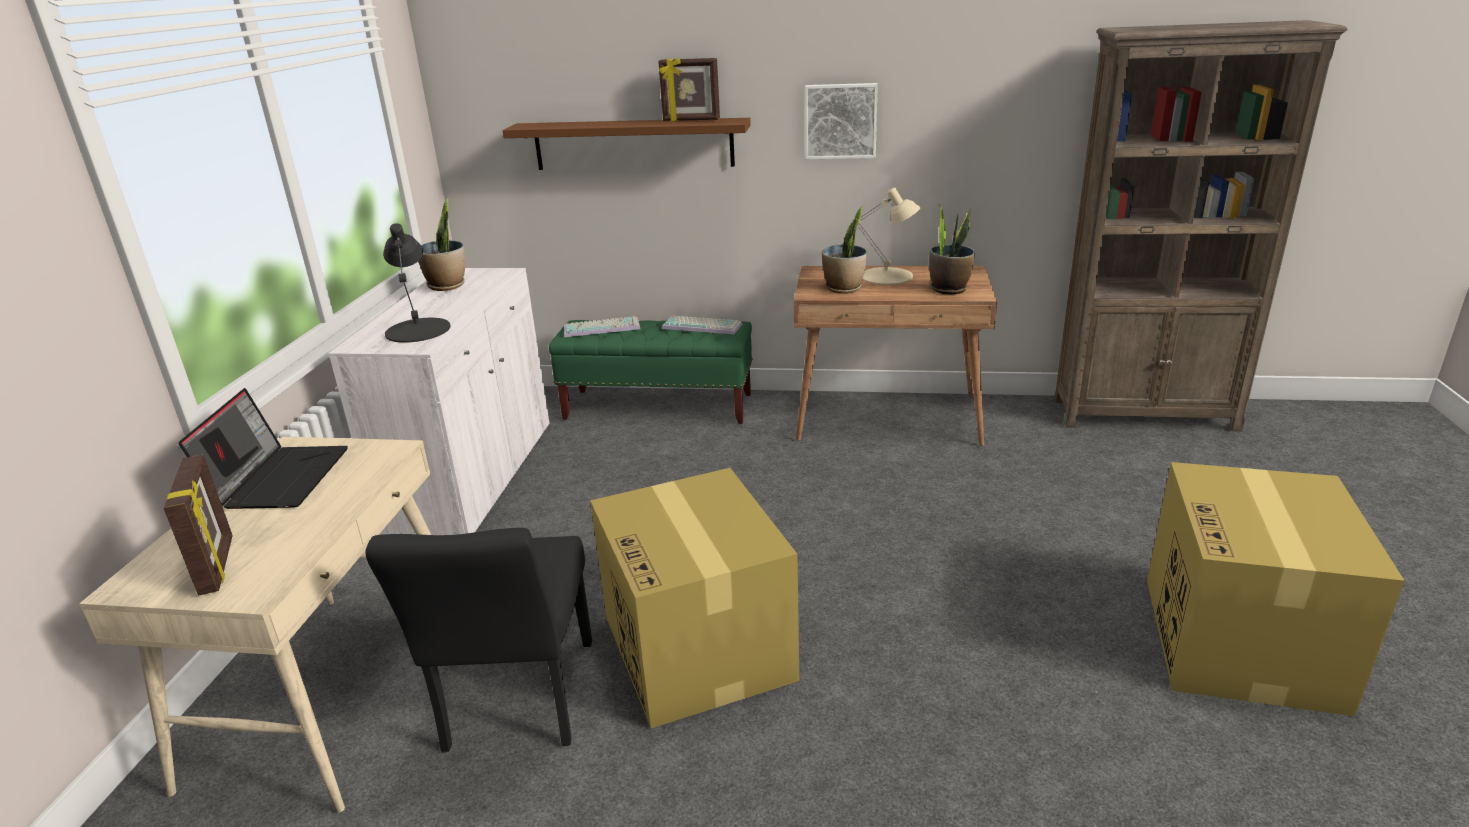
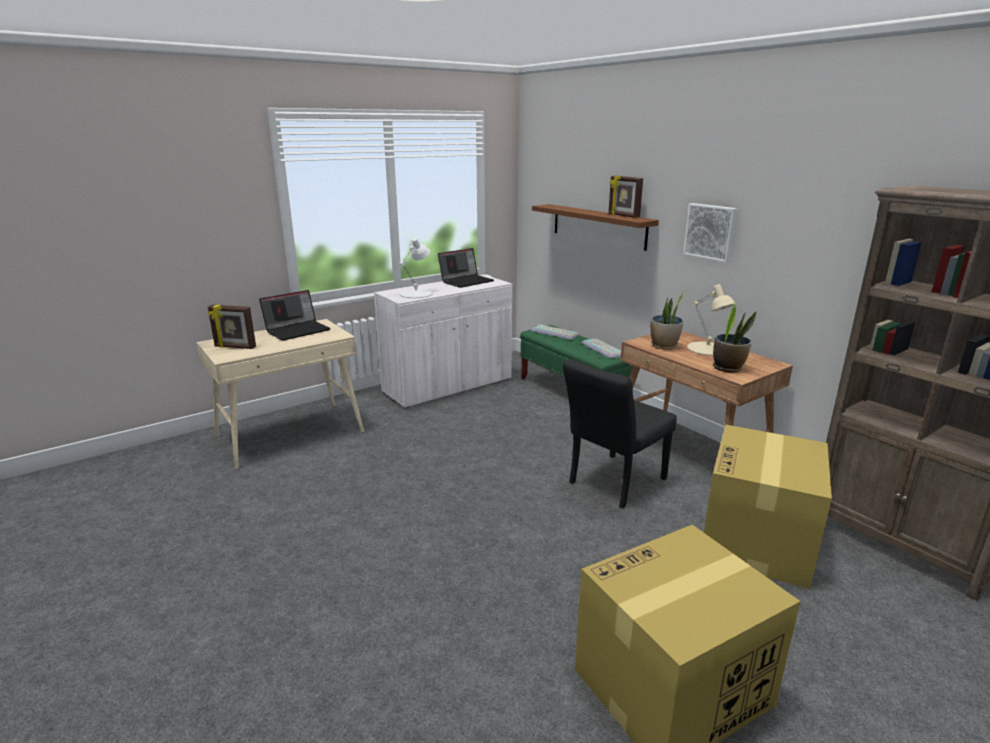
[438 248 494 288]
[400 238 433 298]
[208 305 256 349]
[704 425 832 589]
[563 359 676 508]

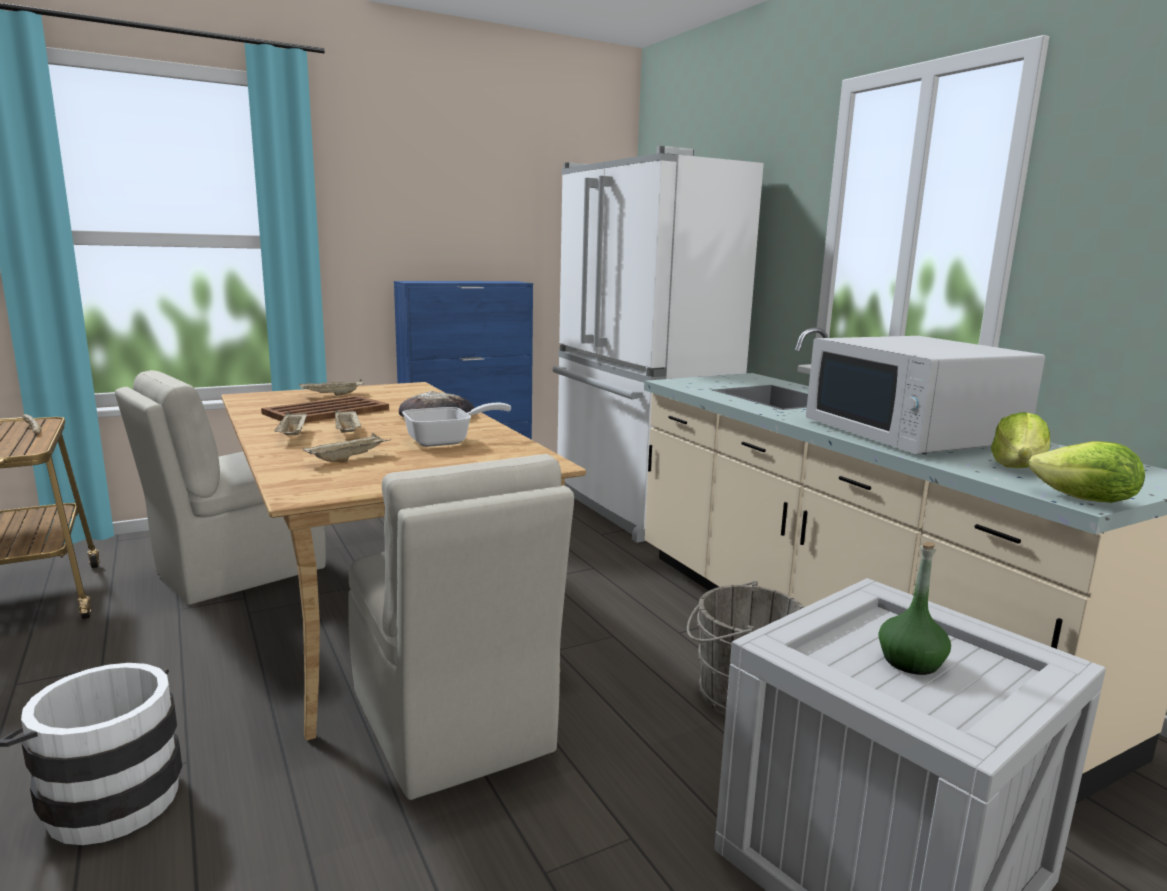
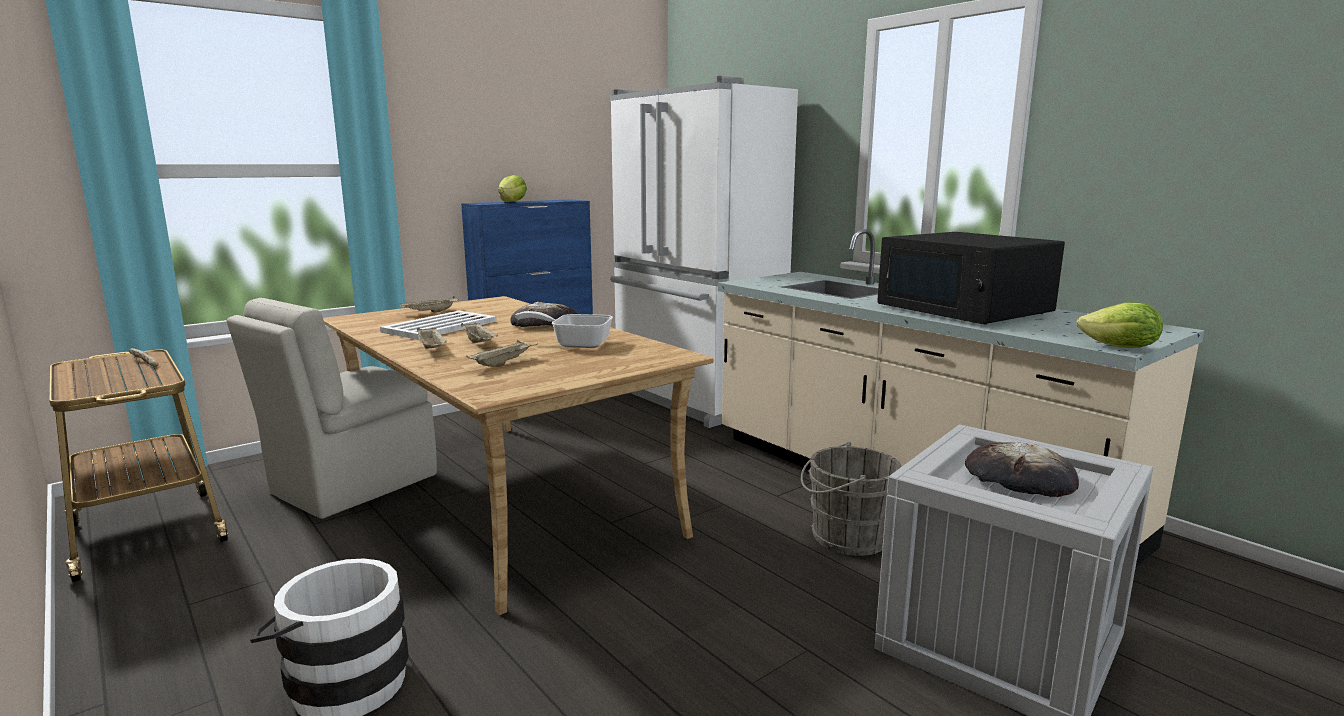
[877 232 1065 325]
[380 311 497 340]
[515 311 613 348]
[498 175 527 202]
[348 454 574 800] (first image)
[965 442 1079 497]

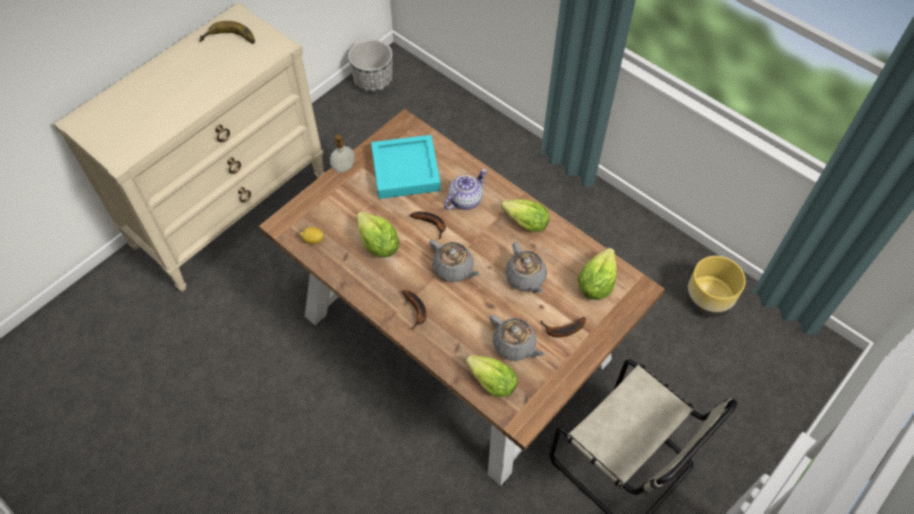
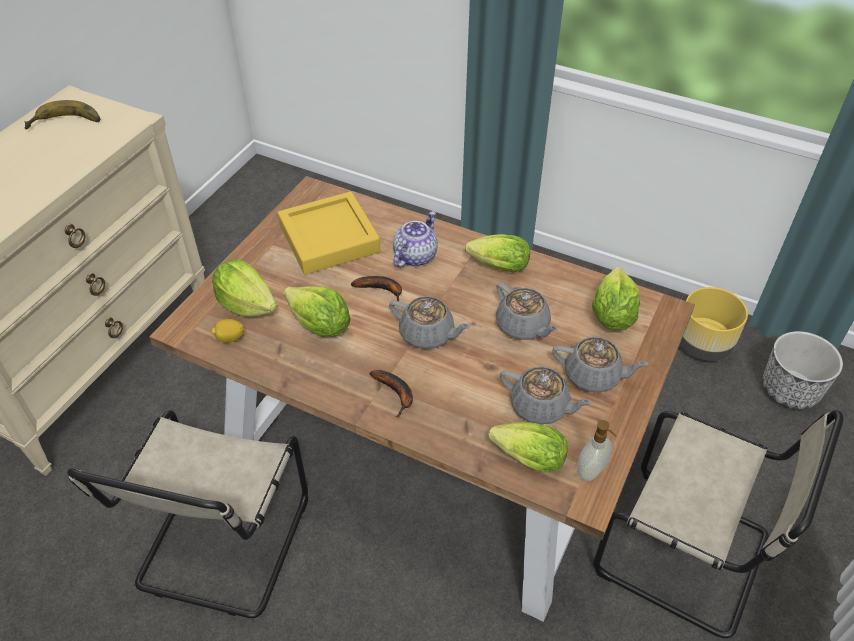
[762 331 843 409]
[577 420 617 481]
[278 192 380 275]
[552 337 649 393]
[212 259 277 317]
[67 410 308 618]

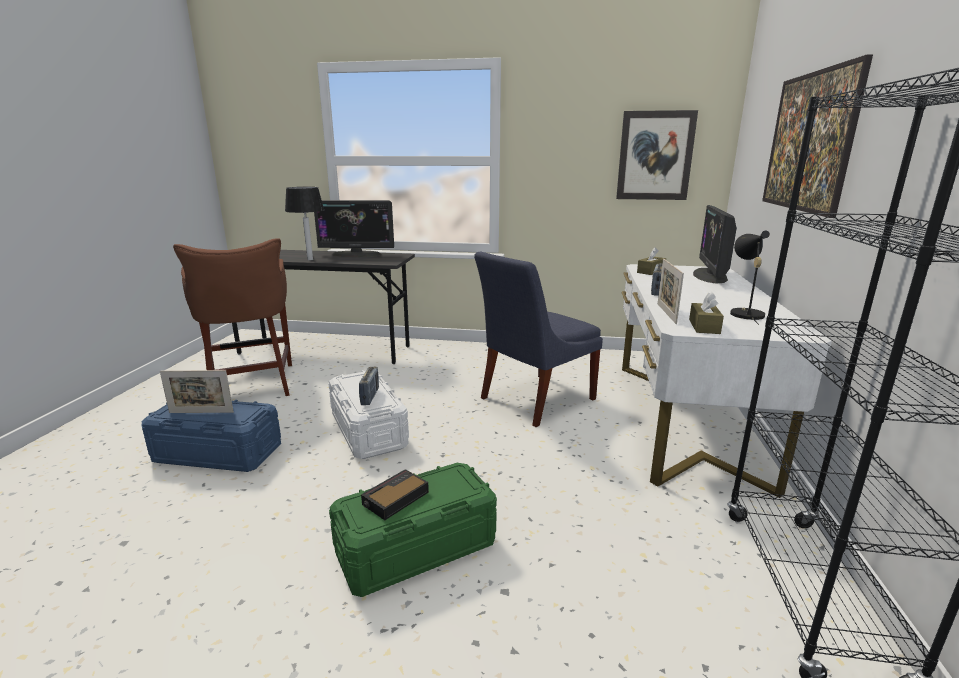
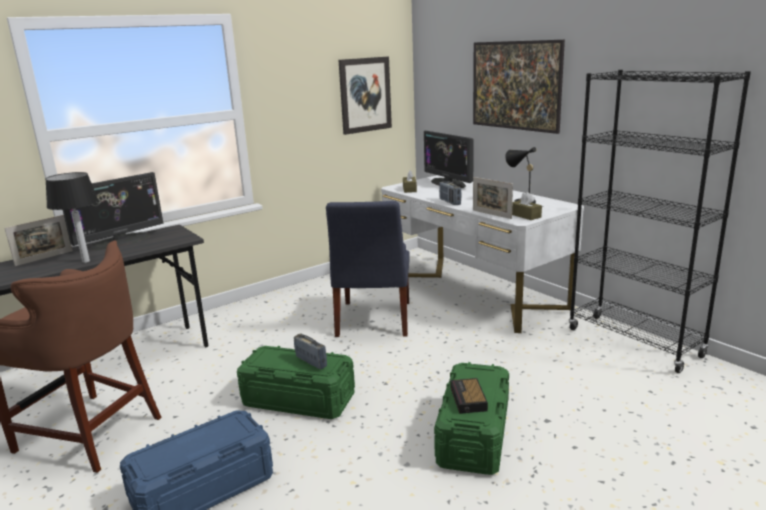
[5 215 73 266]
[237 346 355 419]

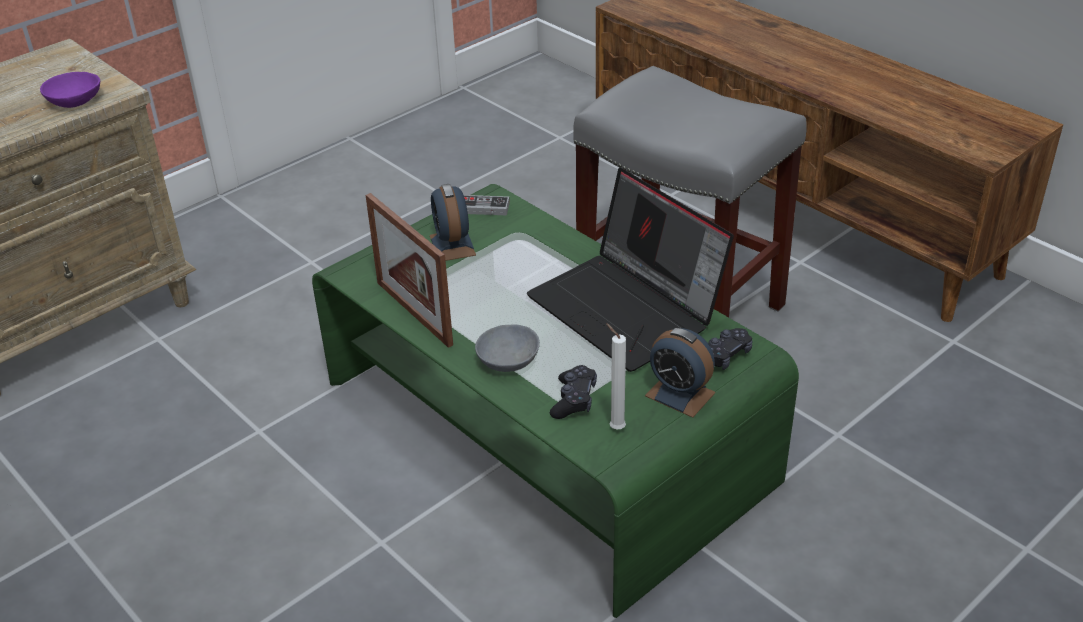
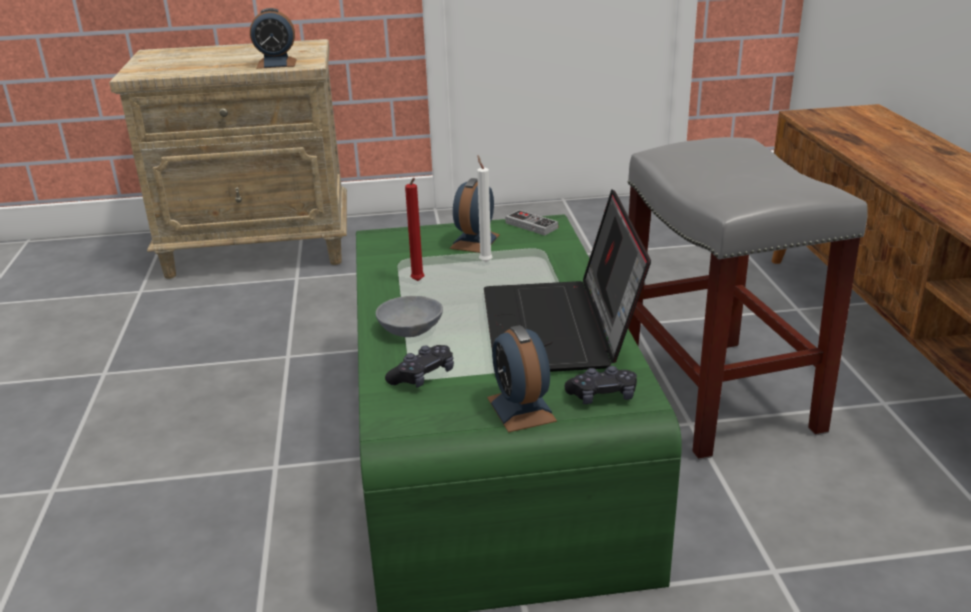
[250 8 297 69]
[365 193 453 348] (first image)
[477 155 493 262]
[405 178 424 281]

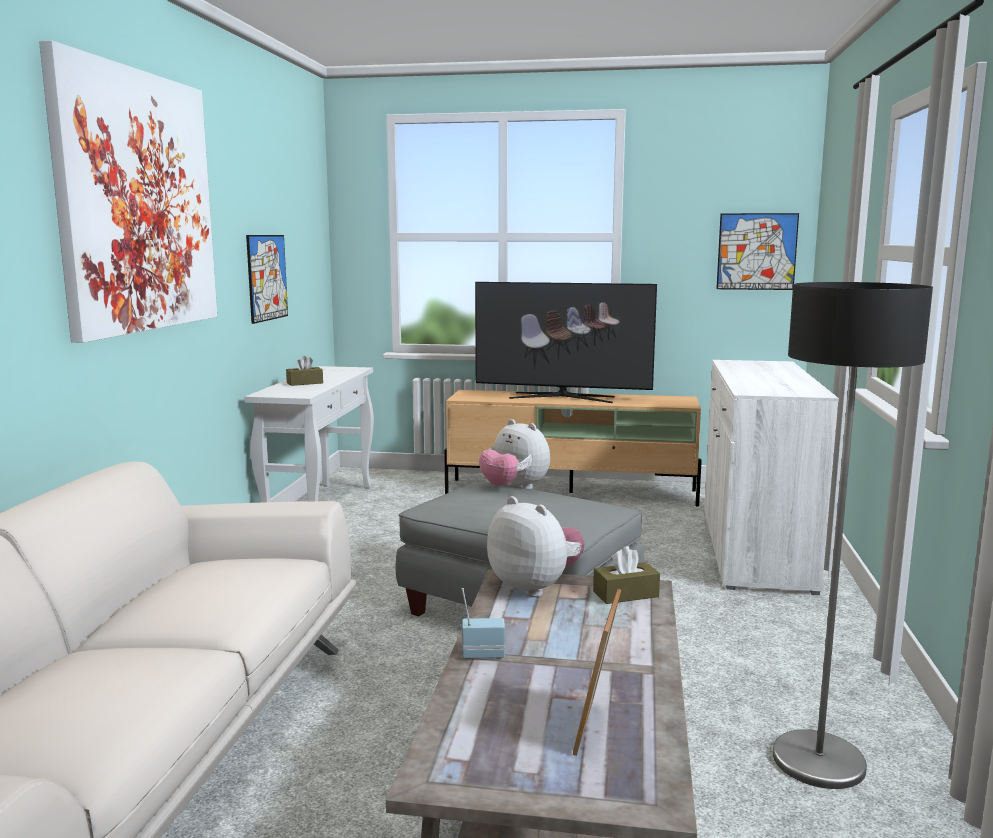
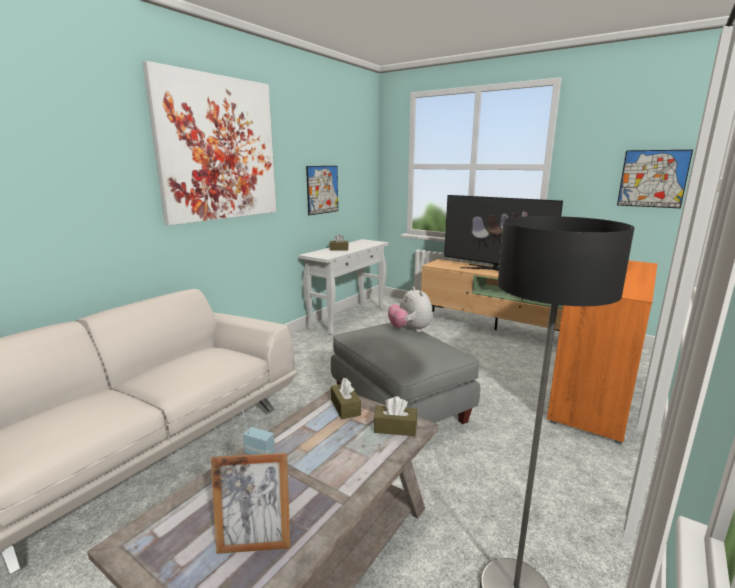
[547 261 657 444]
[331 378 361 419]
[211 453 291 554]

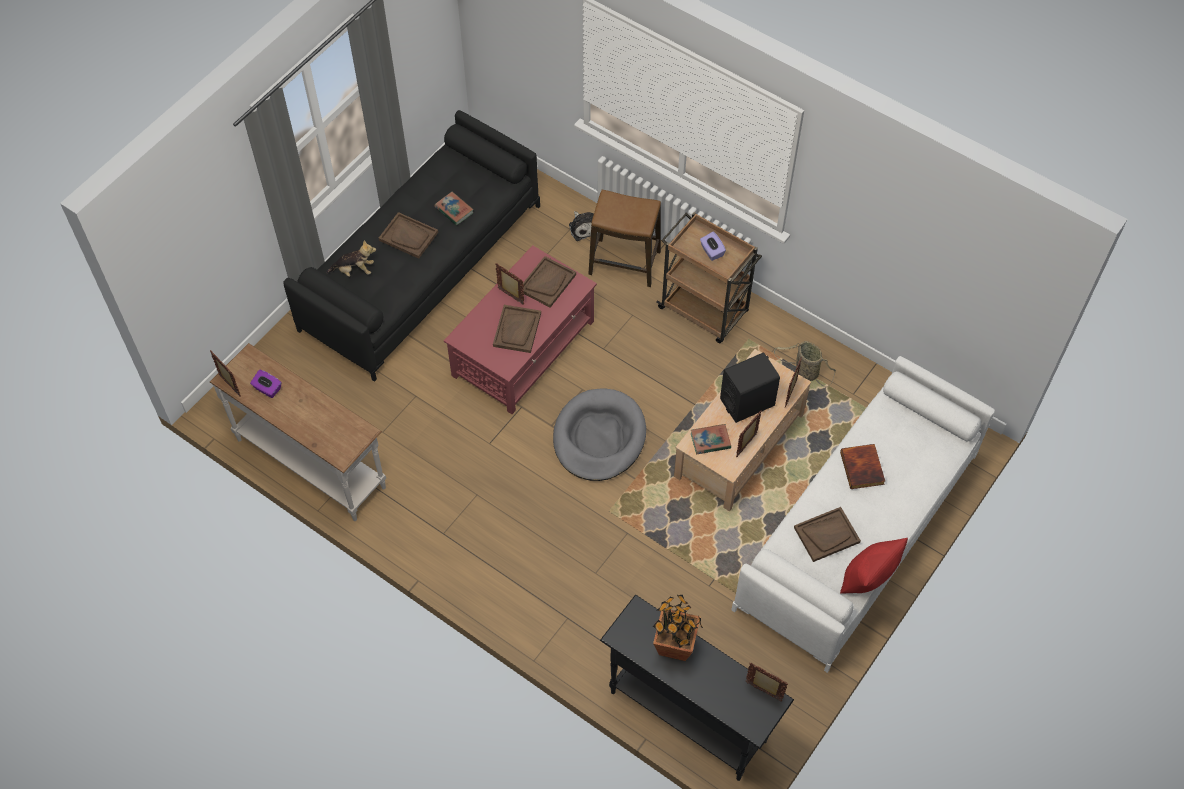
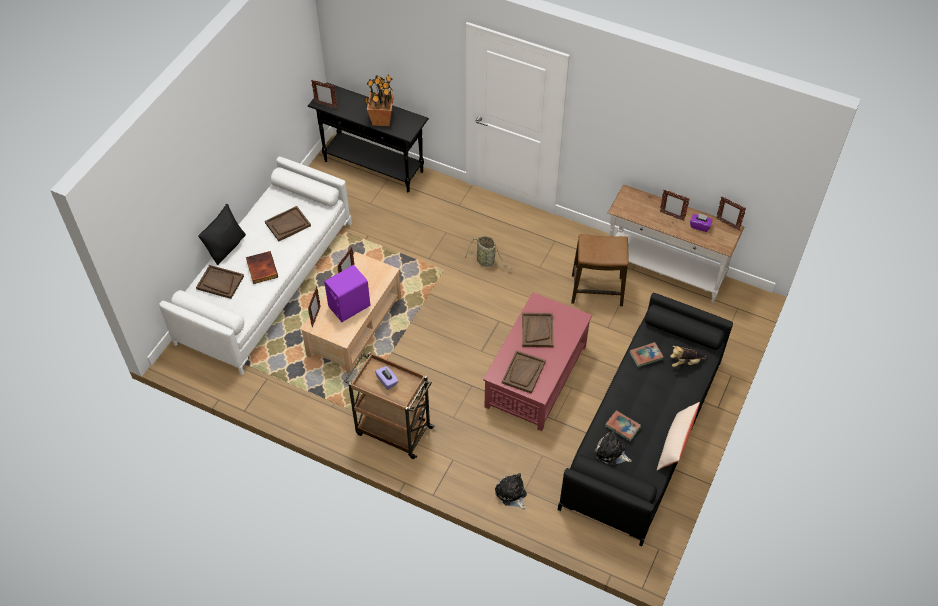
[571 234 629 306]
[196 265 244 299]
[660 190 690 221]
[465 236 512 269]
[324 265 371 322]
[553 389 646 481] (first image)
[629 342 664 367]
[840 538 908 593] (first image)
[198 204 246 265]
[657 402 700 470]
[594 429 632 465]

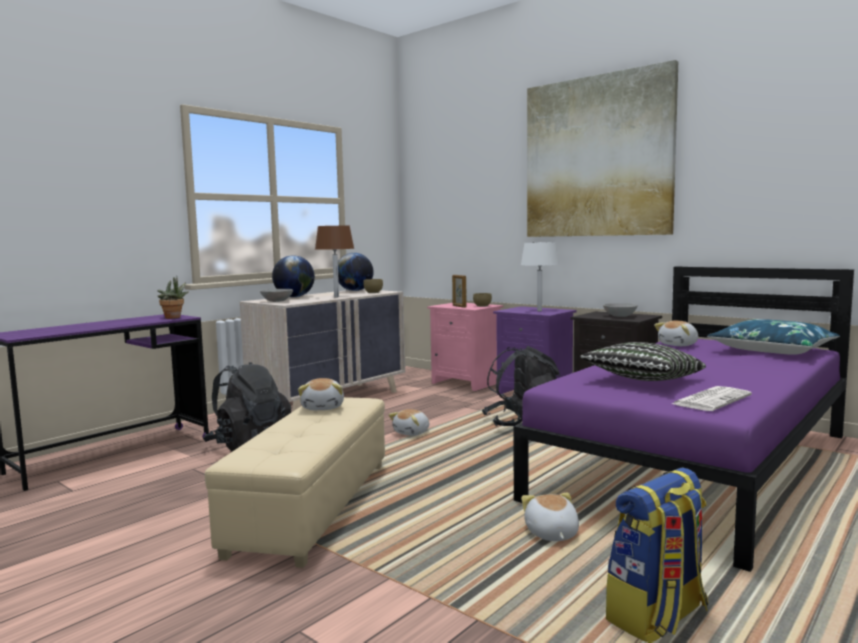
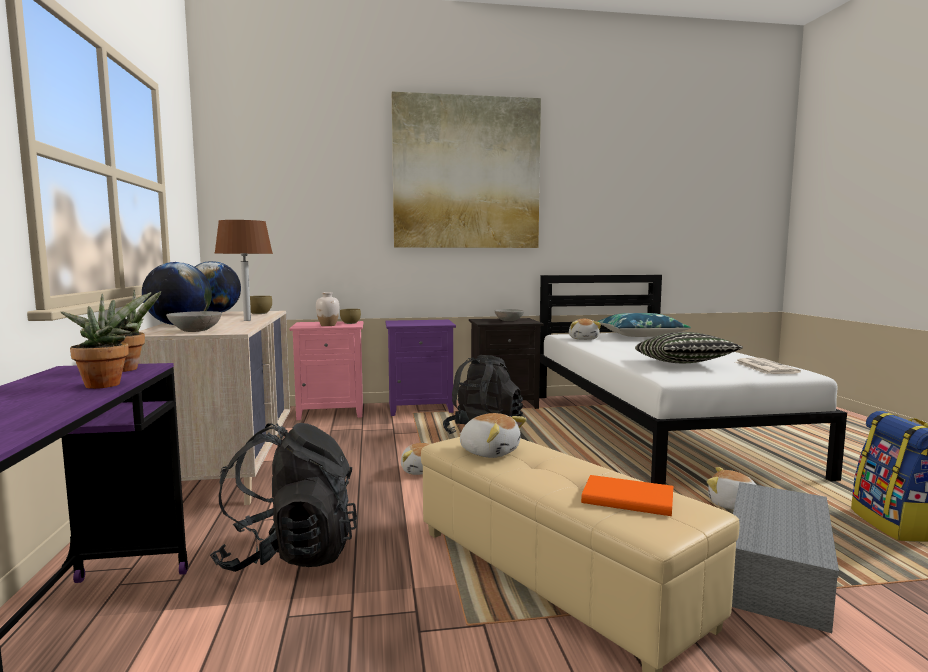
[521 242 559 311] (first image)
[539 275 847 485]
[316 292 339 326]
[60 292 152 389]
[581 475 673 516]
[732 482 839 633]

